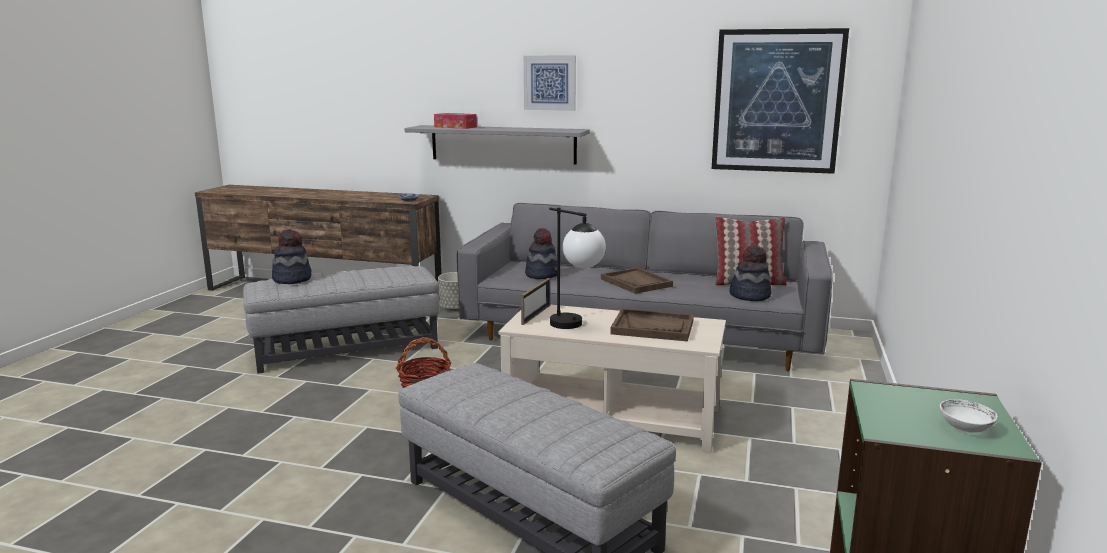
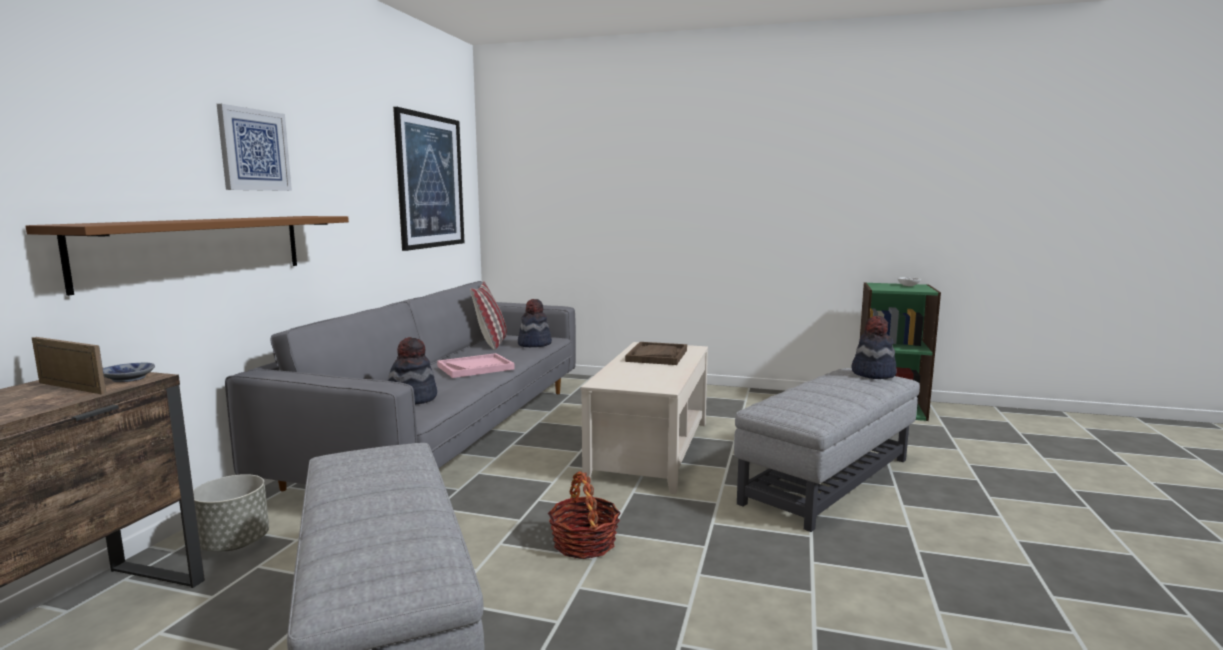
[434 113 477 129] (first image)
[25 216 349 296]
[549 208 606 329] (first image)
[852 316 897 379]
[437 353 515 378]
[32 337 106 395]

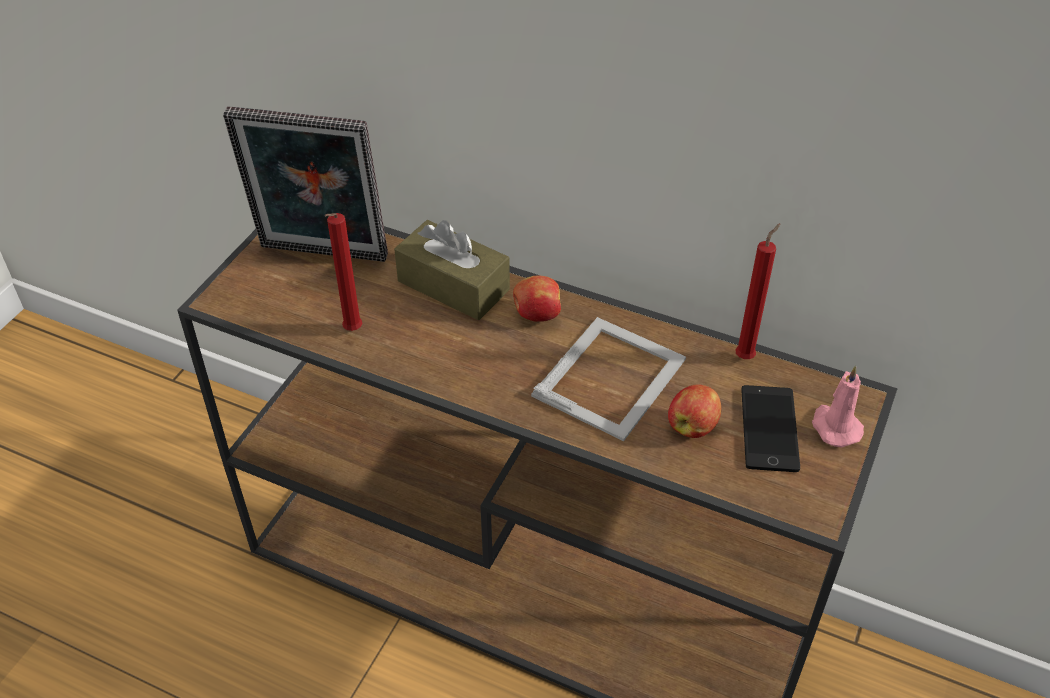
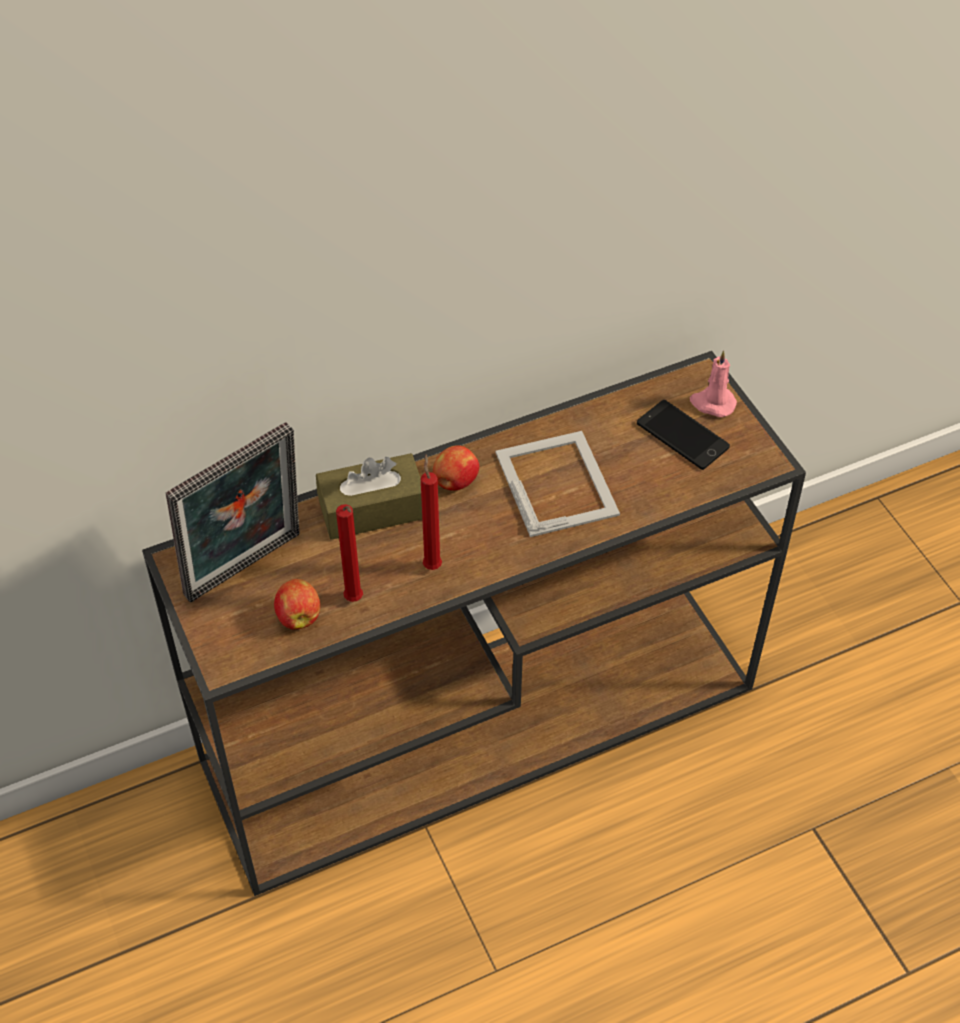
[421 454 442 570]
[274 579 320 630]

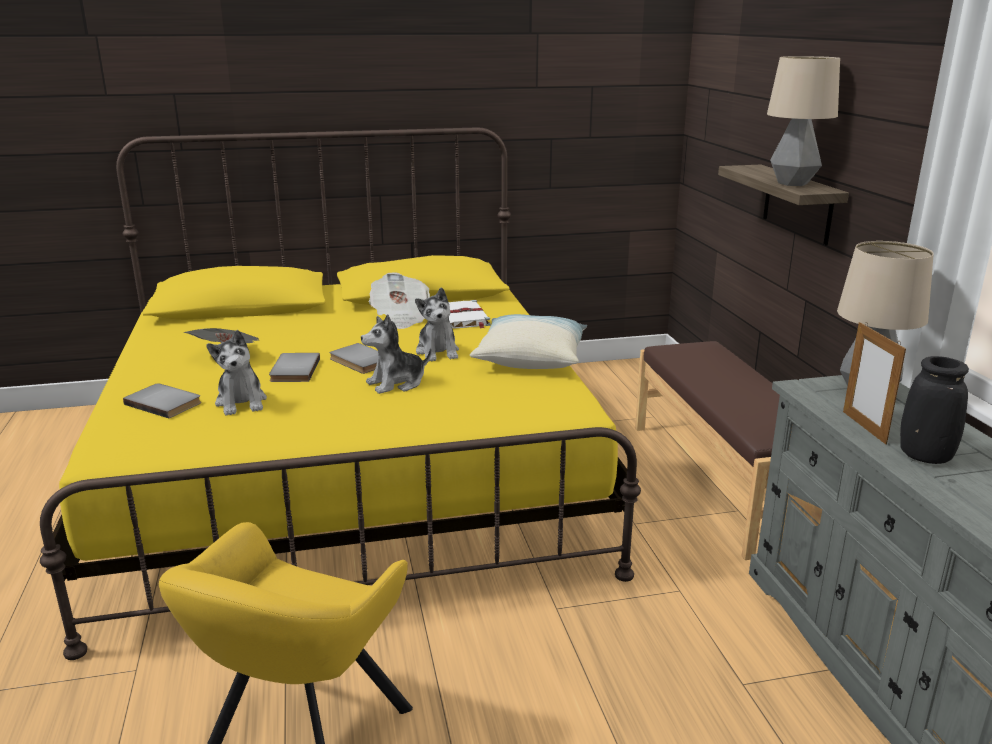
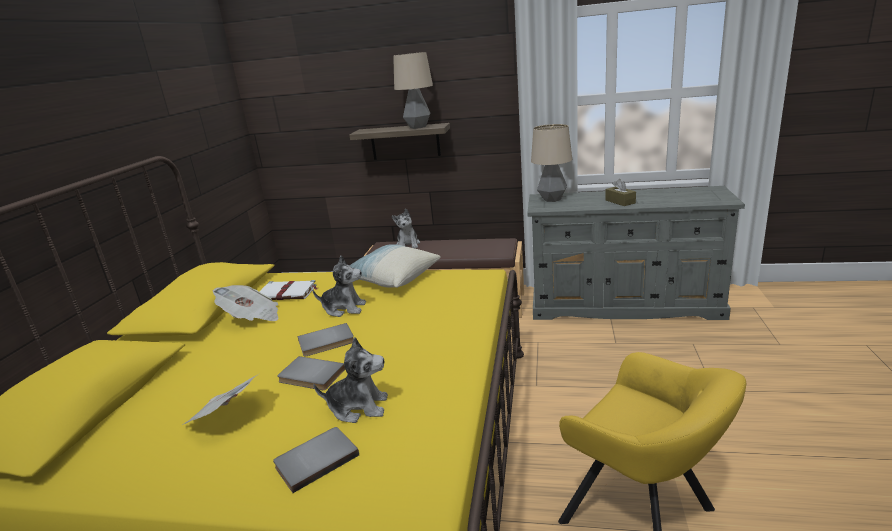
[392 209 420 248]
[843 322 906 444] (first image)
[605 179 636 206]

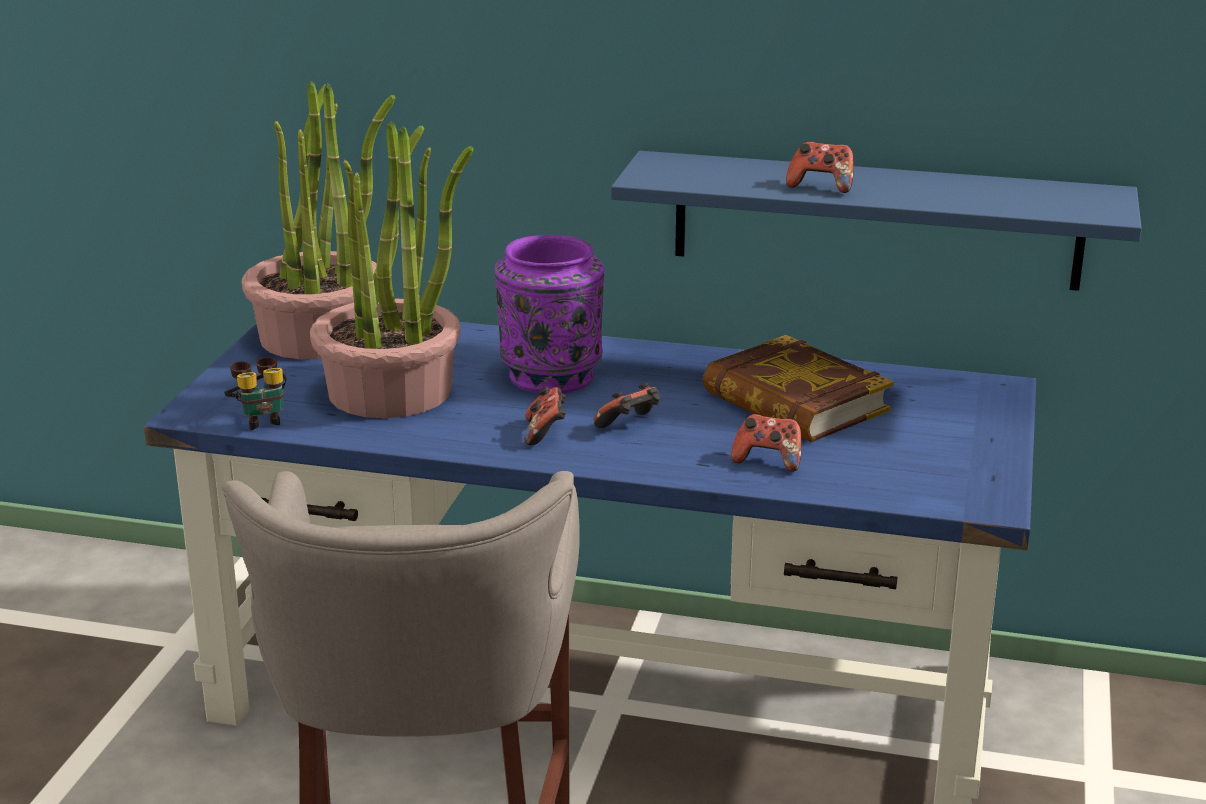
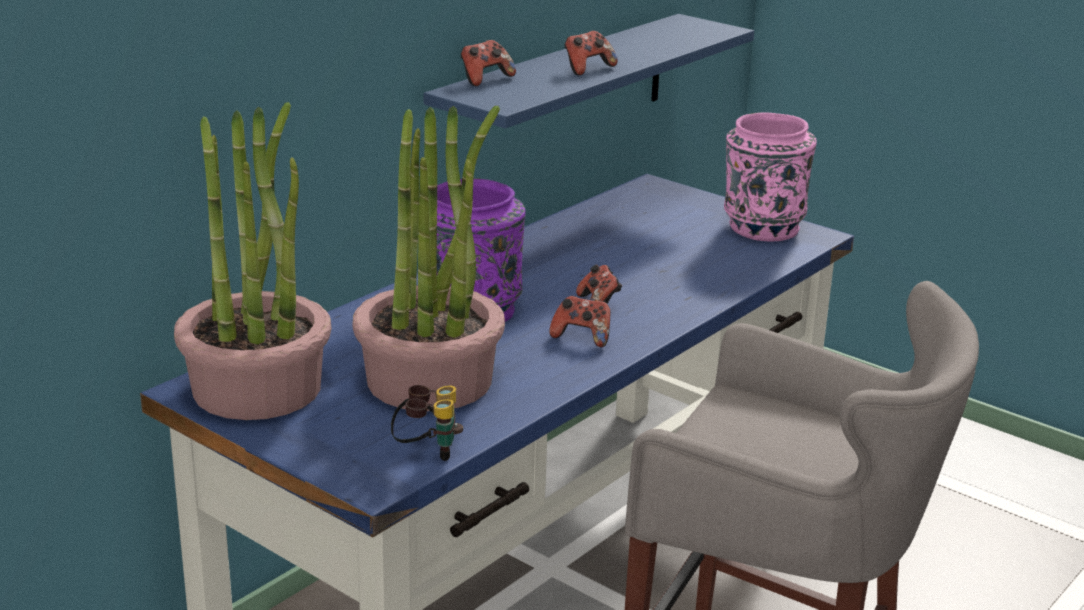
[702 335 894 442] (first image)
[461 40 516 86]
[724 112 817 241]

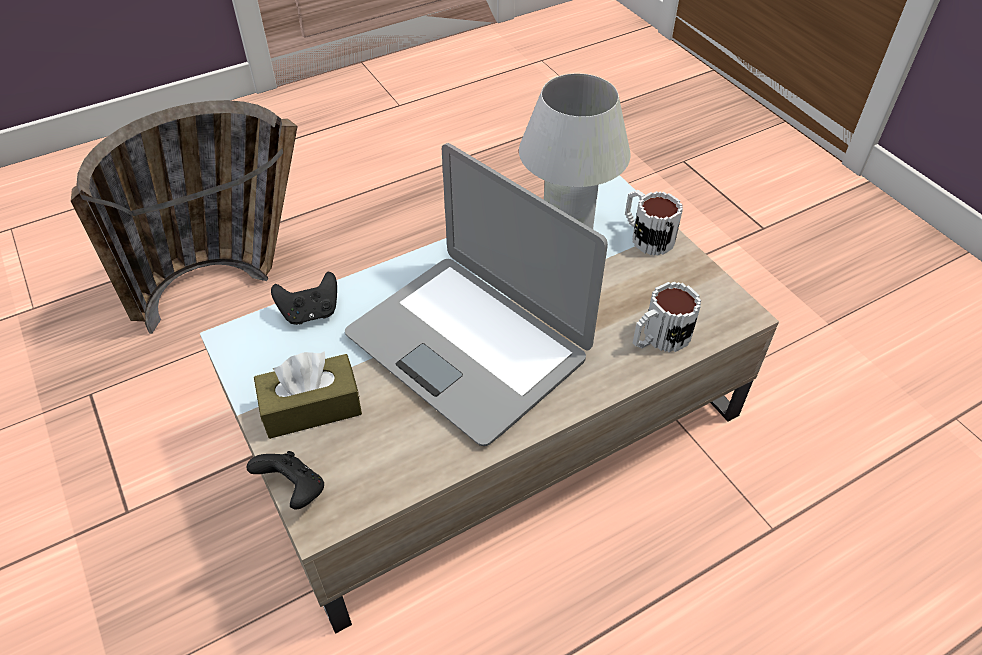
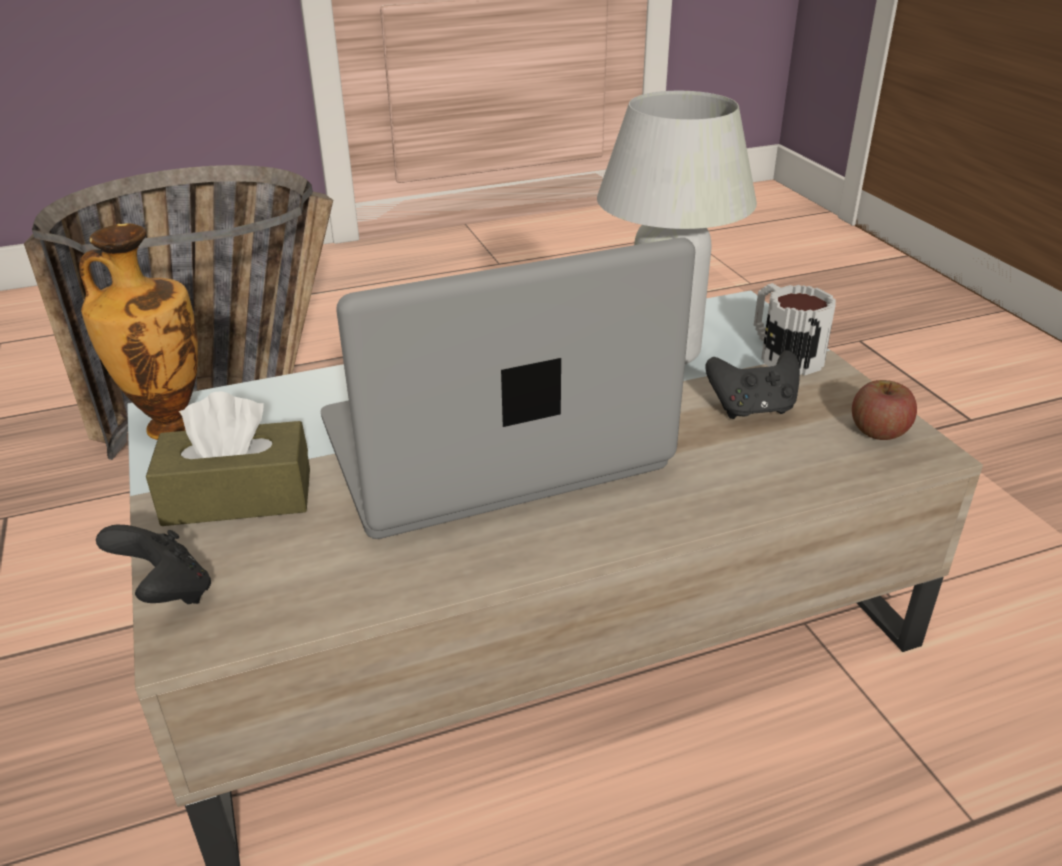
[321 237 695 539]
[705 350 800 419]
[633 281 701 352] (first image)
[79 223 198 440]
[852 380 917 440]

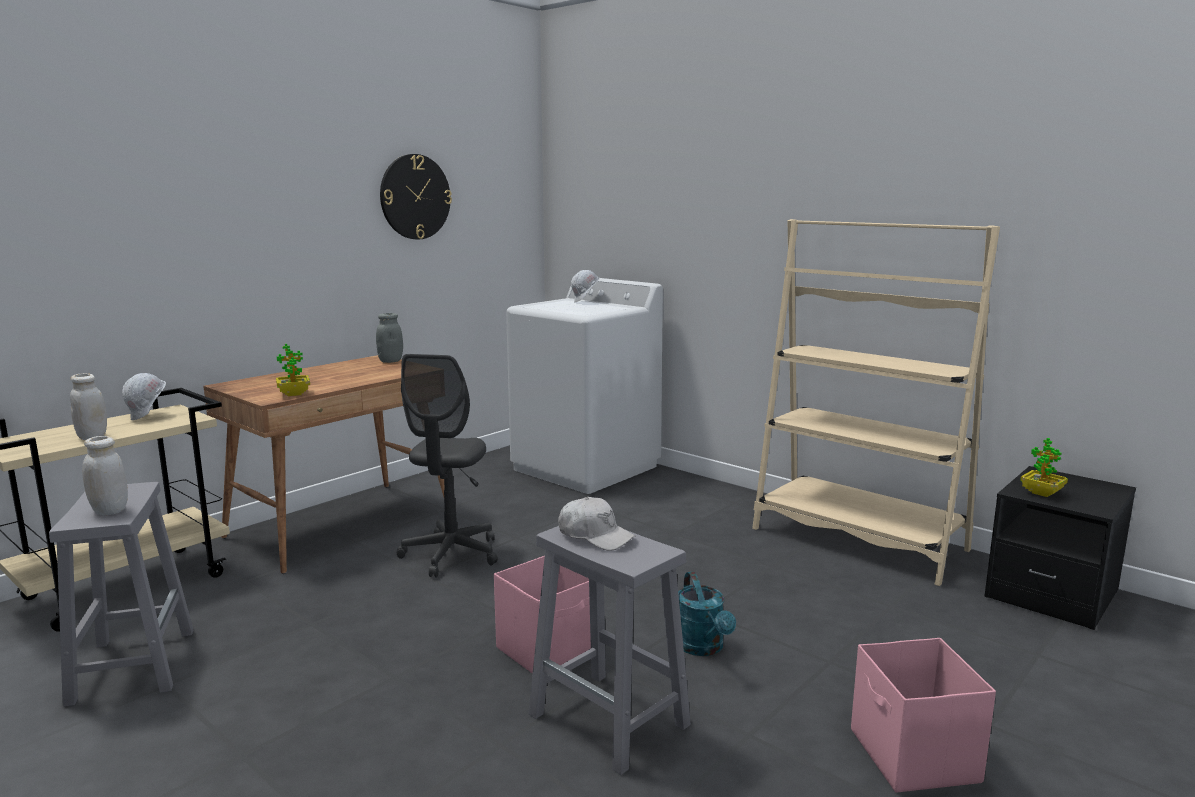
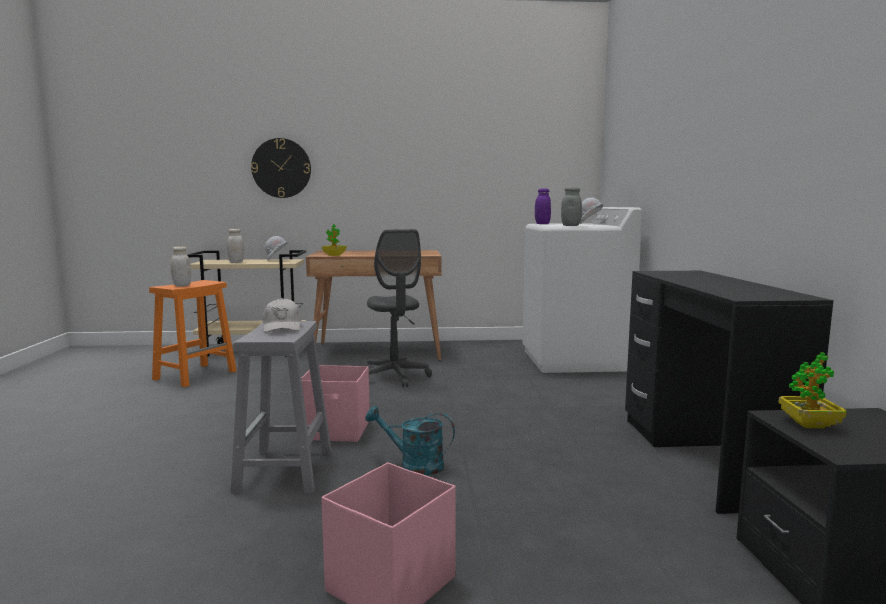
[251 138 311 198]
[625 271 834 514]
[561 187 582 226]
[367 229 432 388]
[149 280 237 387]
[365 406 455 475]
[535 189 551 224]

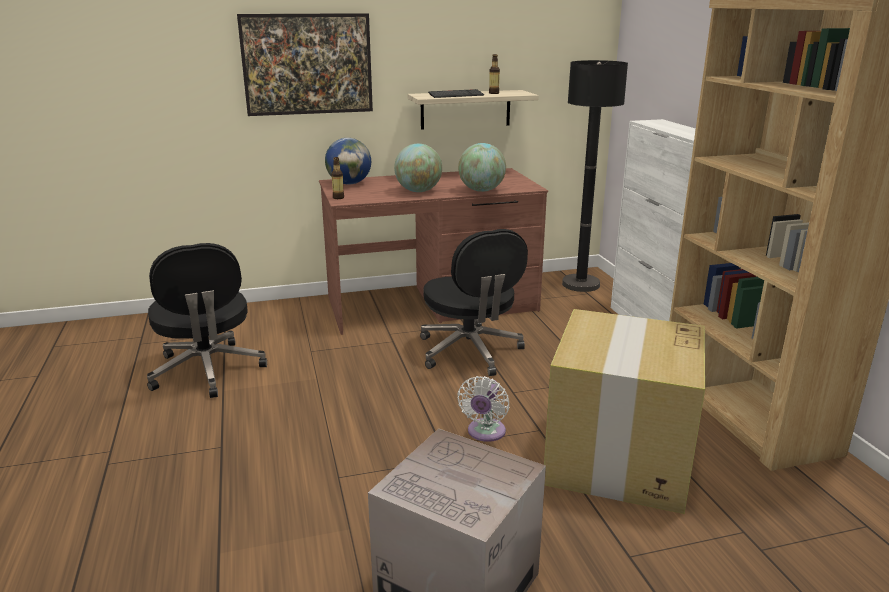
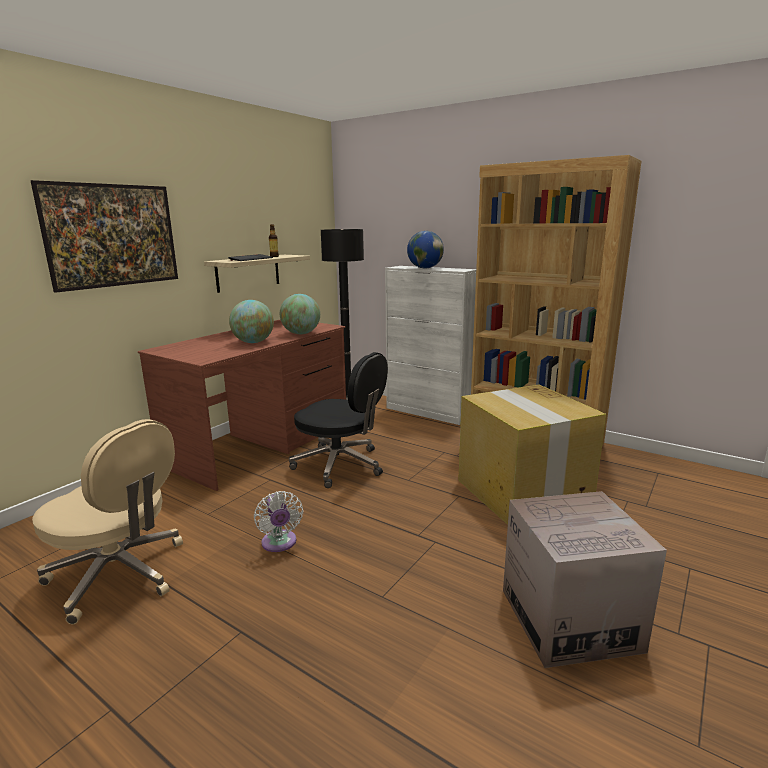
[407 231 444 268]
[331 157 344 199] (first image)
[32 419 183 624]
[254 491 303 552]

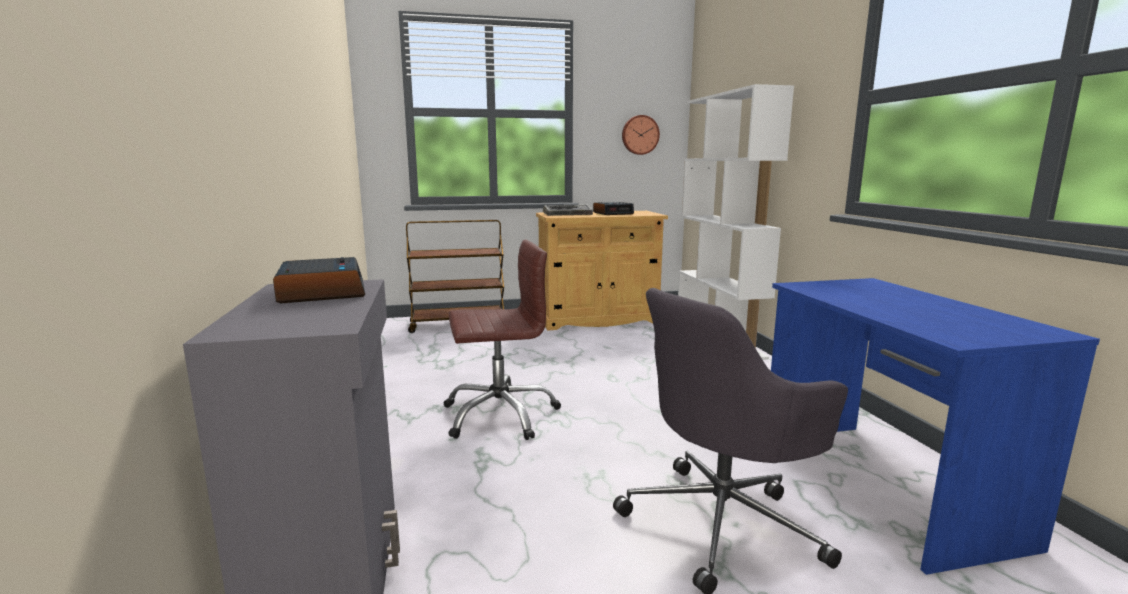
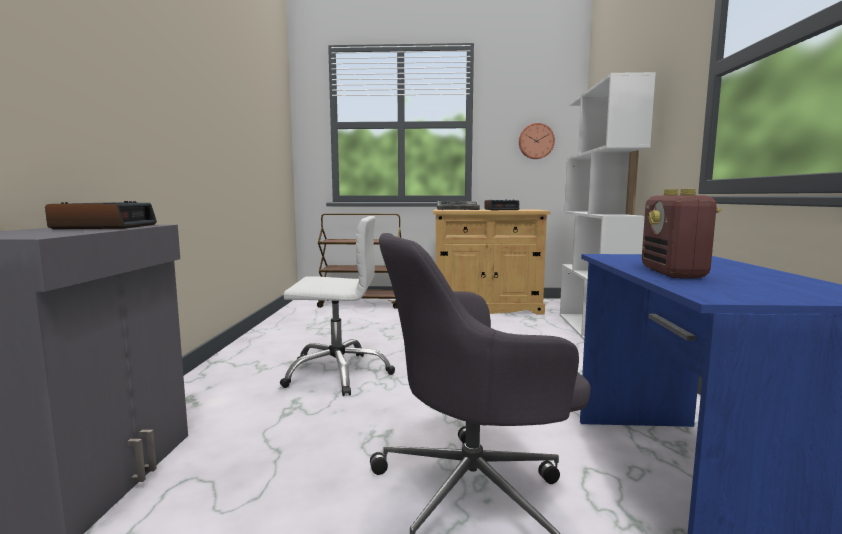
[280 216 395 396]
[642 189 722 278]

